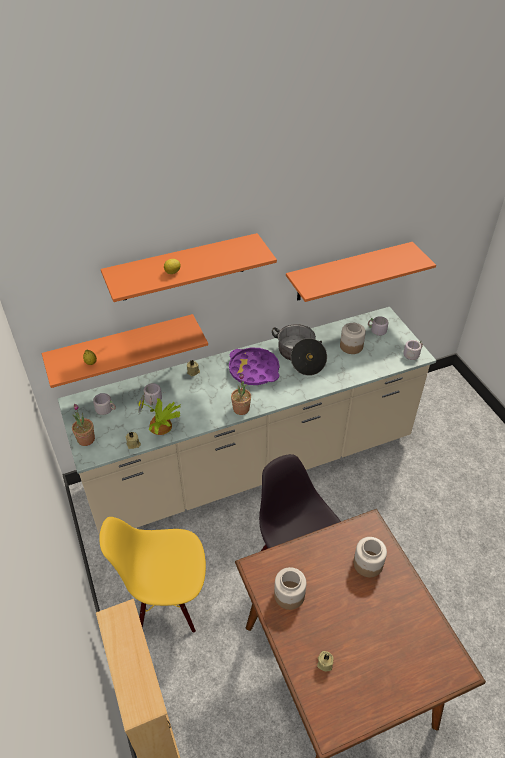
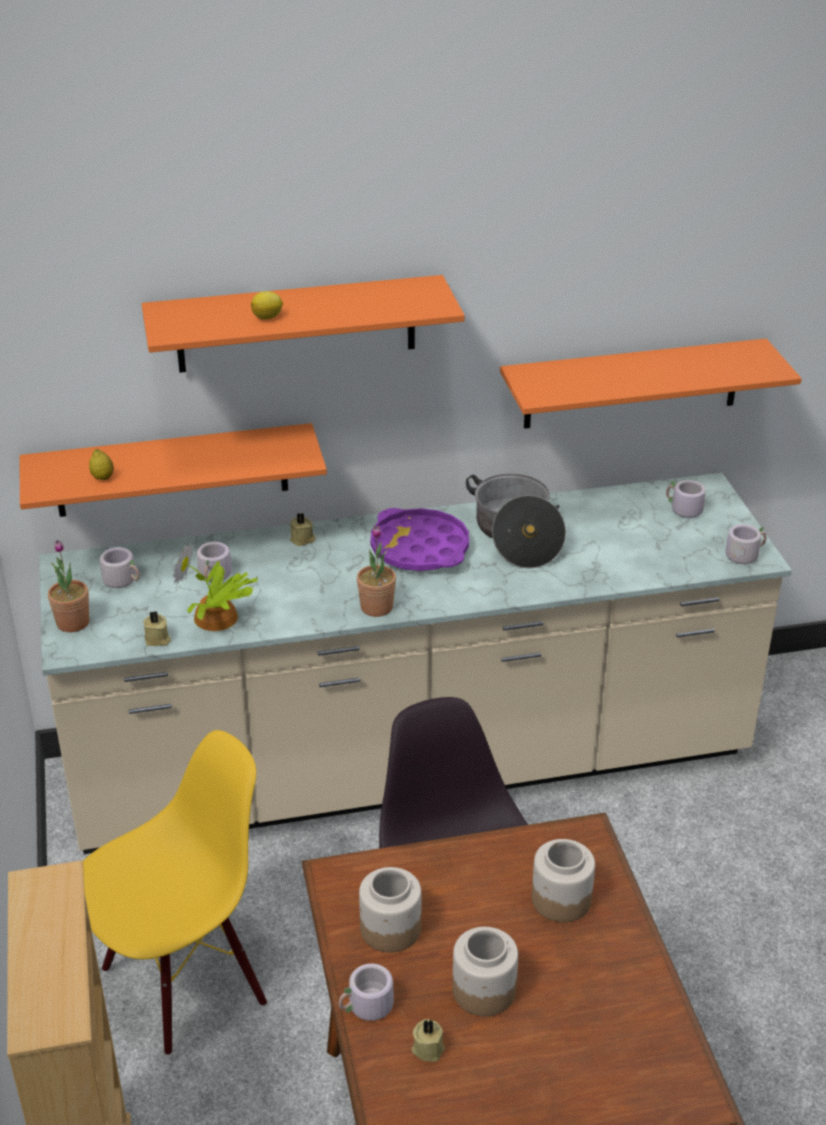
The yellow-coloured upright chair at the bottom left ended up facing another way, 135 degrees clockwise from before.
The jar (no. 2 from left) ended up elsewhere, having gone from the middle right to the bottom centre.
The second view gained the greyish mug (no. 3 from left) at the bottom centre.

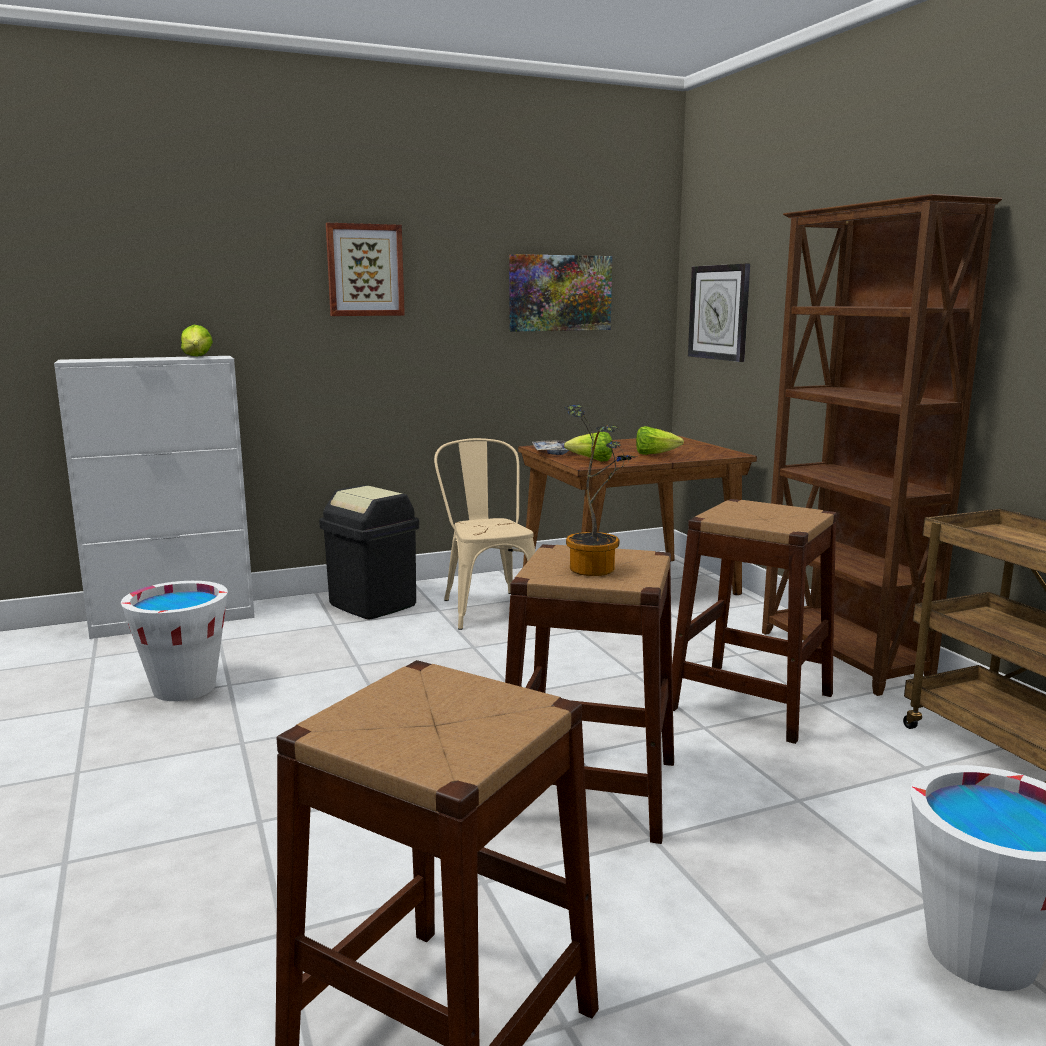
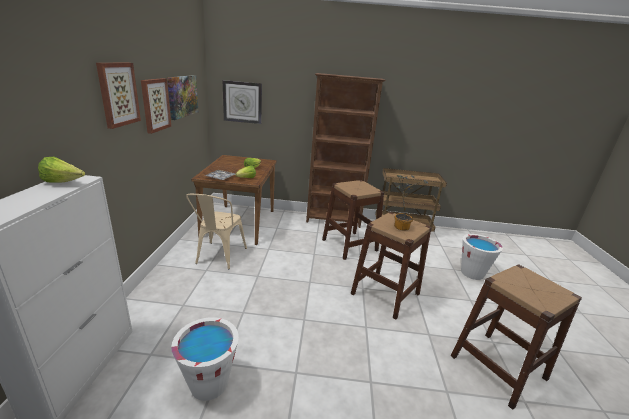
The second view lost the blackish trash can at the centre.
The beige upright chair at the centre ended up facing another way, 90 degrees counterclockwise from before.
The second view gained the wall picture (no. 2 from left) at the top left.

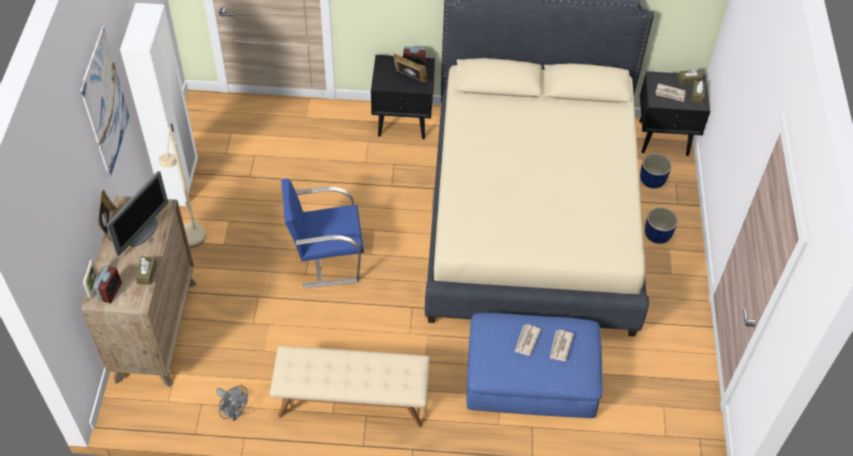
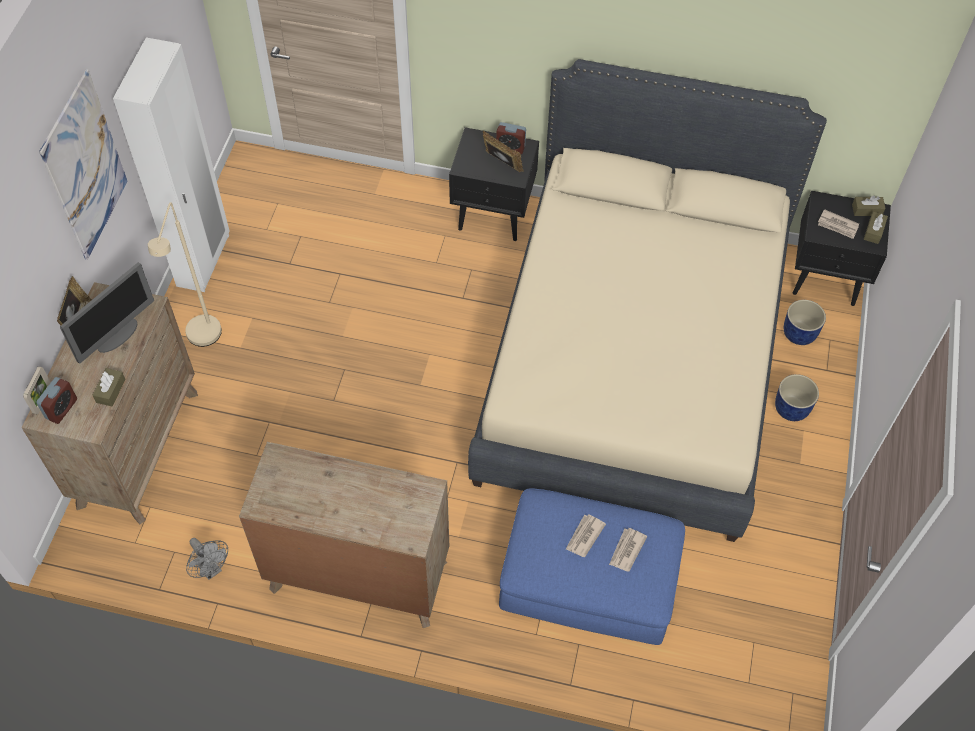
Where the beige long seat stood at the bottom centre, the brown-coloured chest of drawers (no. 2 from left) came to stand at the bottom centre.
The second view lost the blue-coloured upright chair at the centre.

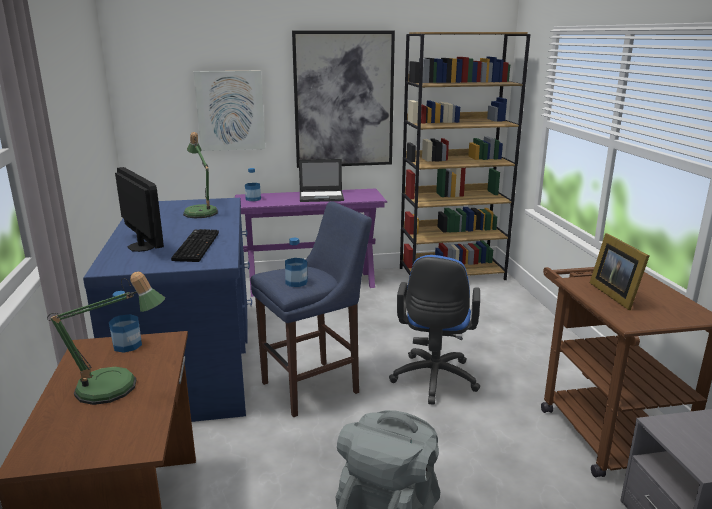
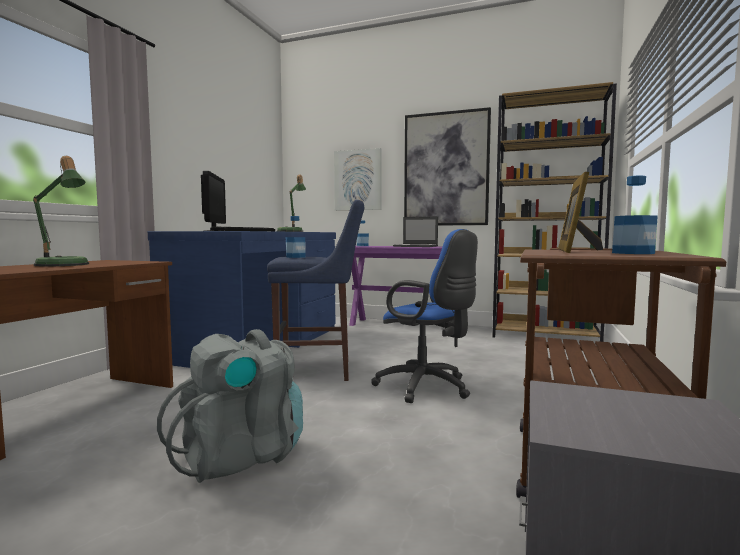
The drink bottle (no. 1 from left in the first image) ended up elsewhere, having gone from the middle left to the middle right.
The blue-coloured desk chair at the centre ended up facing another way, 90 degrees counterclockwise from before.

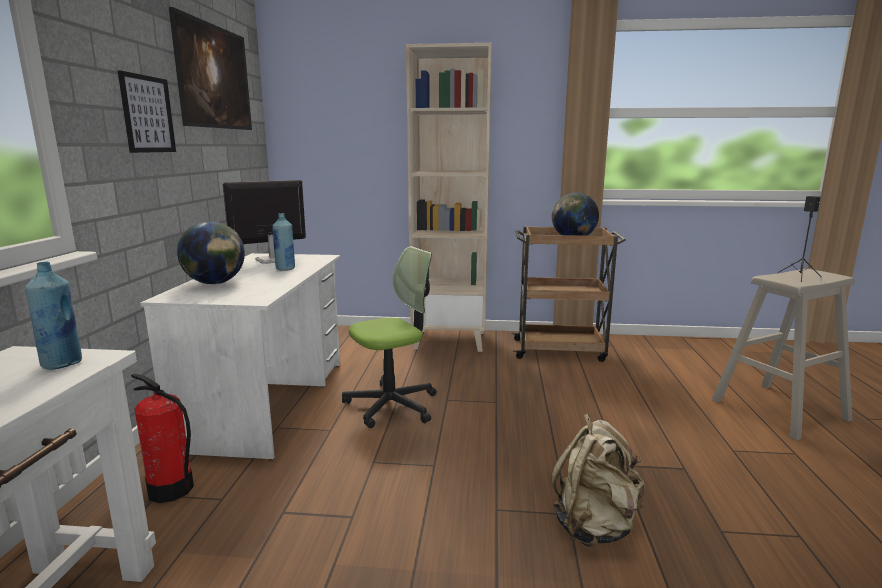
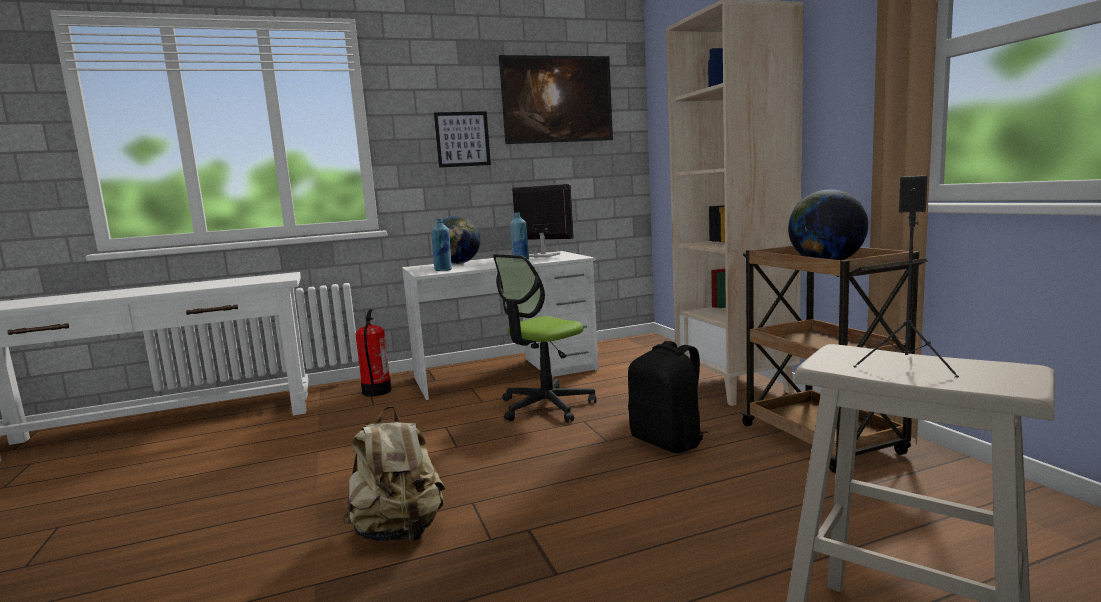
The blue-coloured drink bottle (no. 1 from left) ended up elsewhere, having gone from the middle left to the centre.
The desk chair at the centre ended up facing another way, 105 degrees clockwise from before.
The second view gained the blackish knapsack at the centre.

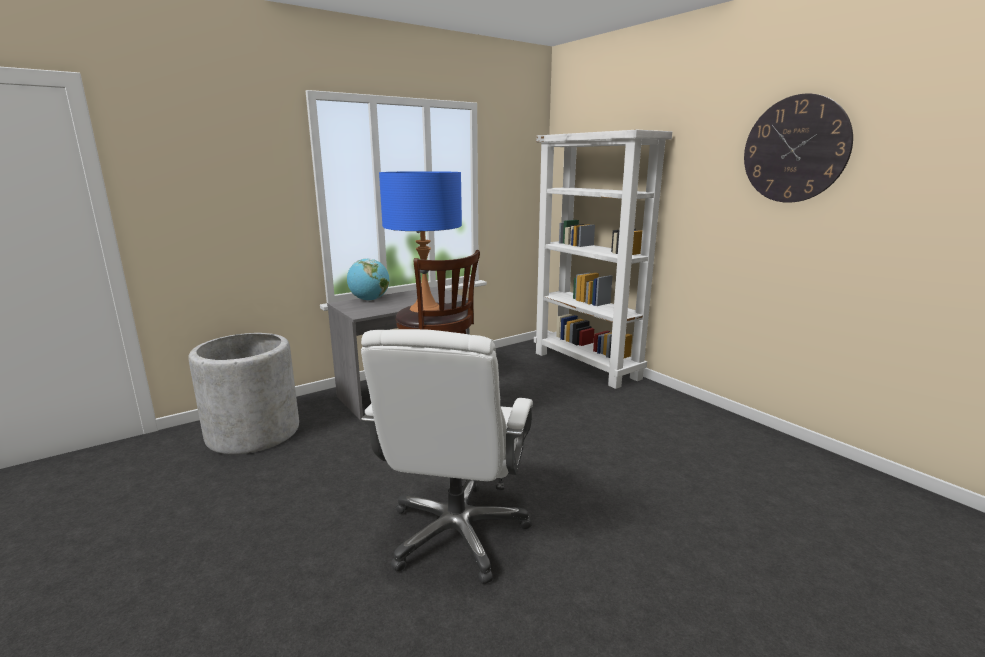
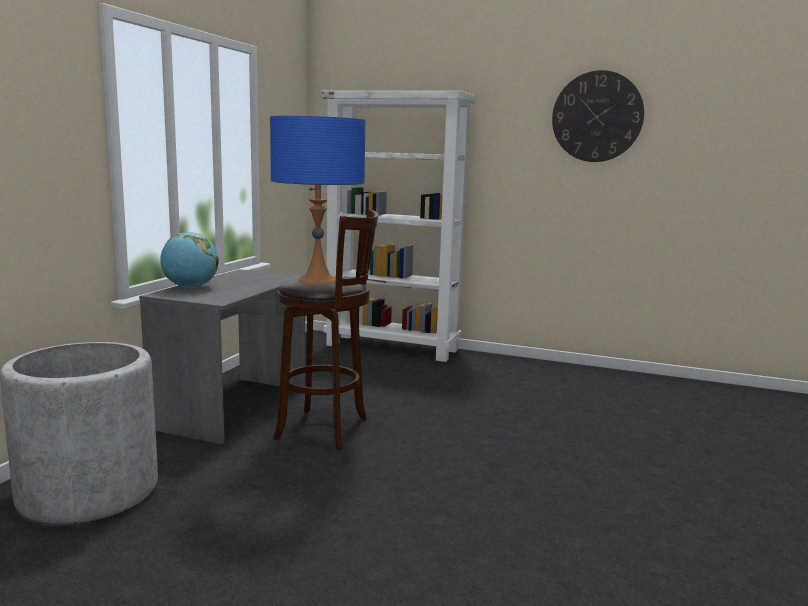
The second view lost the white-coloured desk chair at the bottom centre.

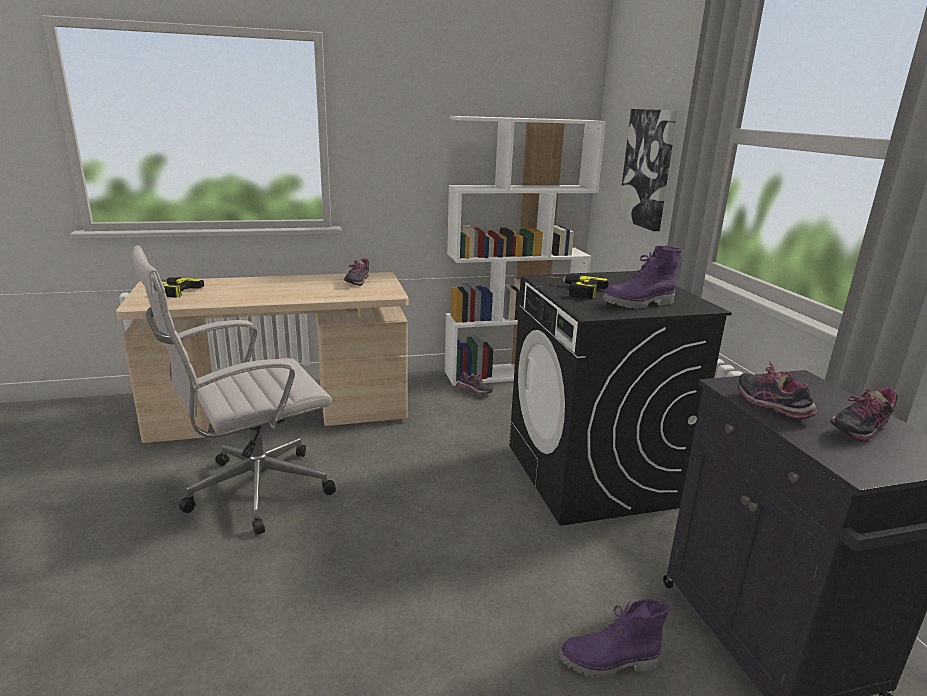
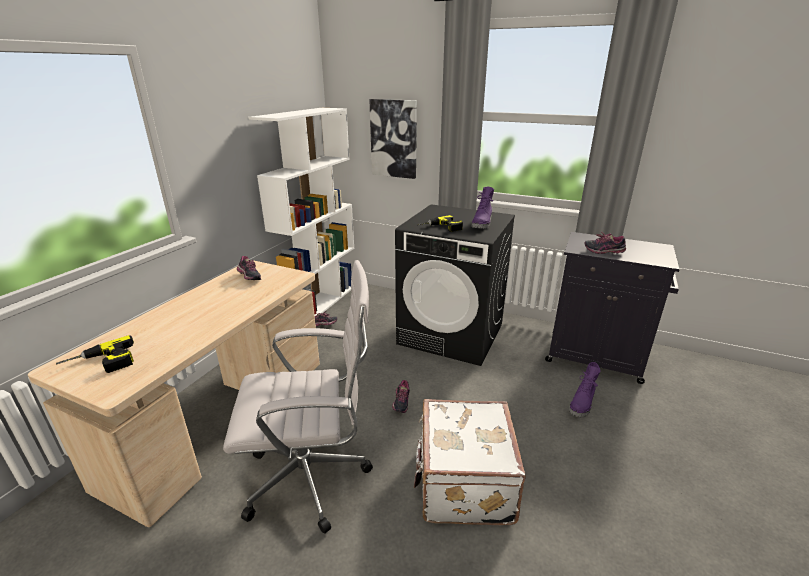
The white-coloured desk chair at the middle left ended up facing another way, 105 degrees counterclockwise from before.
The shoe (no. 4 from left in the first image) ended up elsewhere, having gone from the middle right to the bottom centre.
The second view gained the white-coloured travel case at the bottom centre.

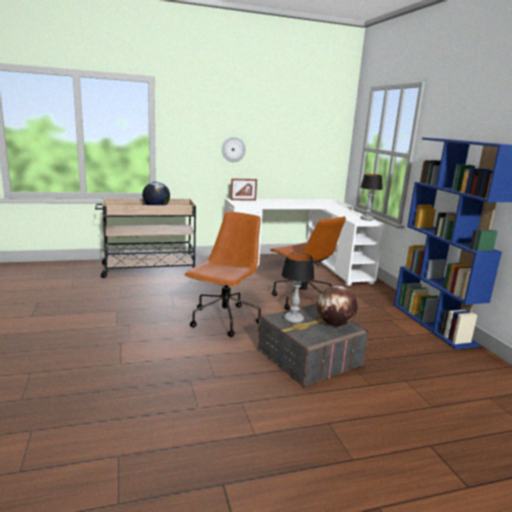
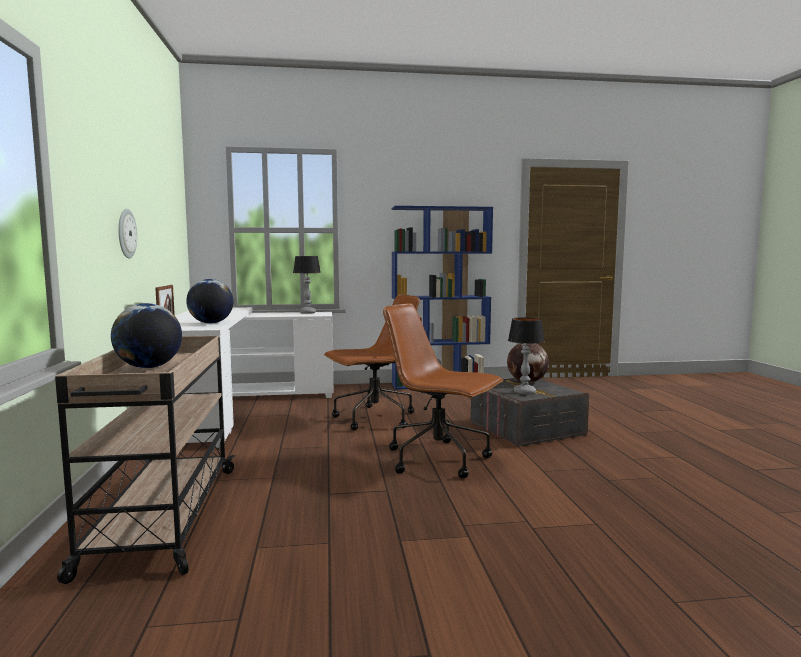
The second view gained the desk globe (no. 2 from left) at the middle left.

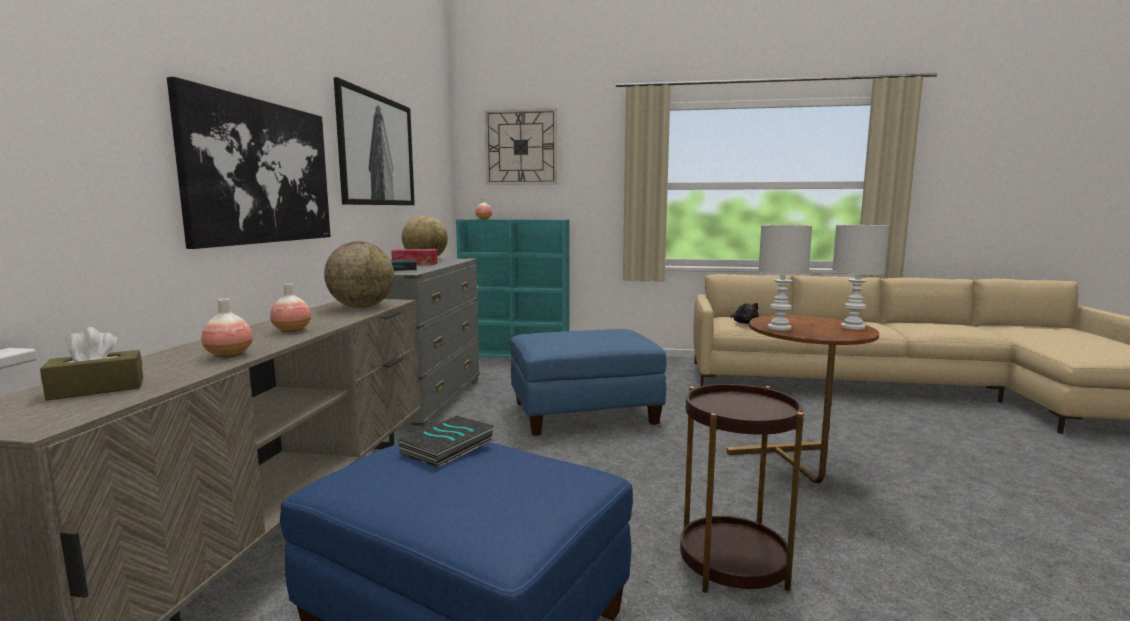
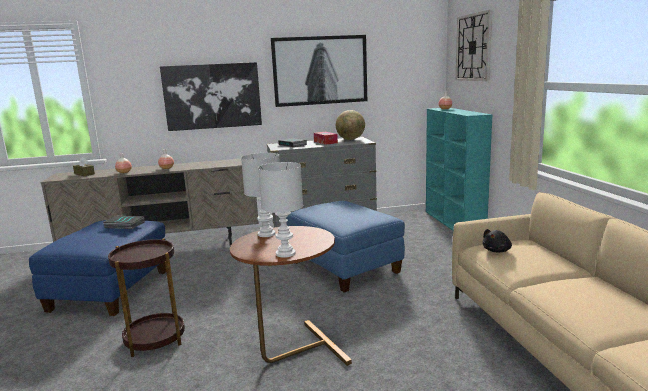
The second view lost the desk globe (no. 1 from left) at the middle left.

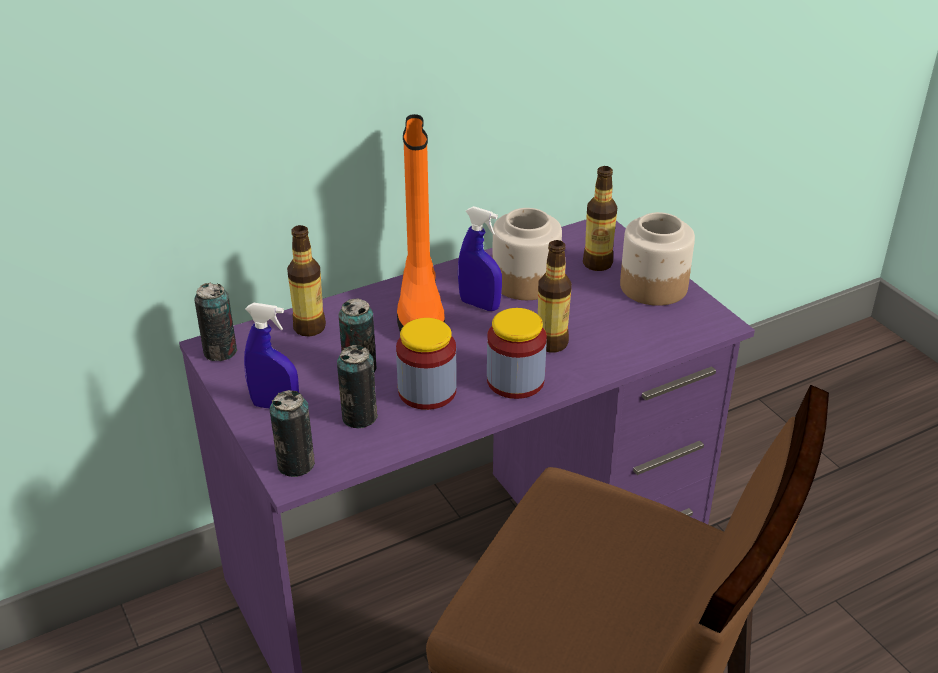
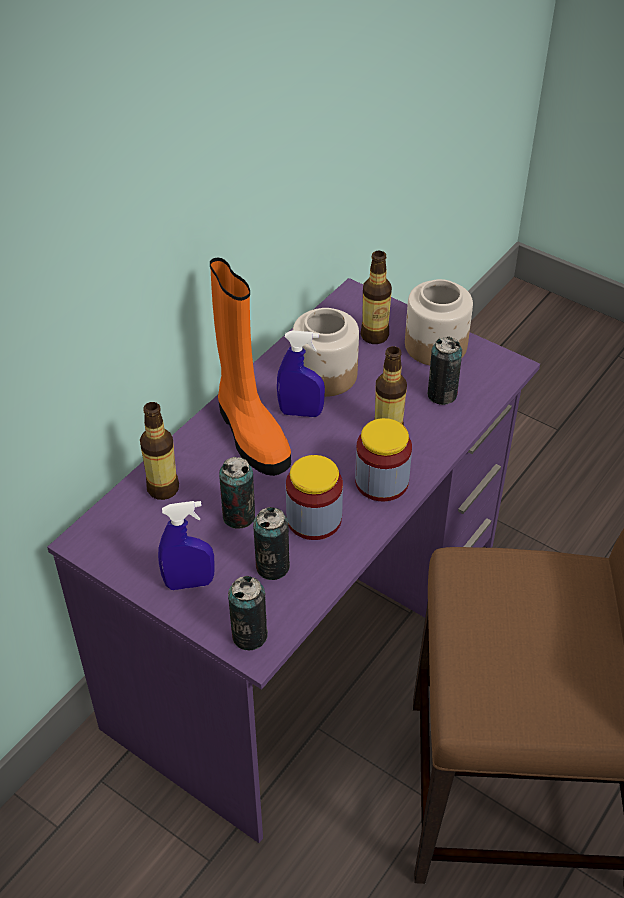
The sealed can (no. 1 from left in the first image) ended up elsewhere, having gone from the middle left to the middle right.

